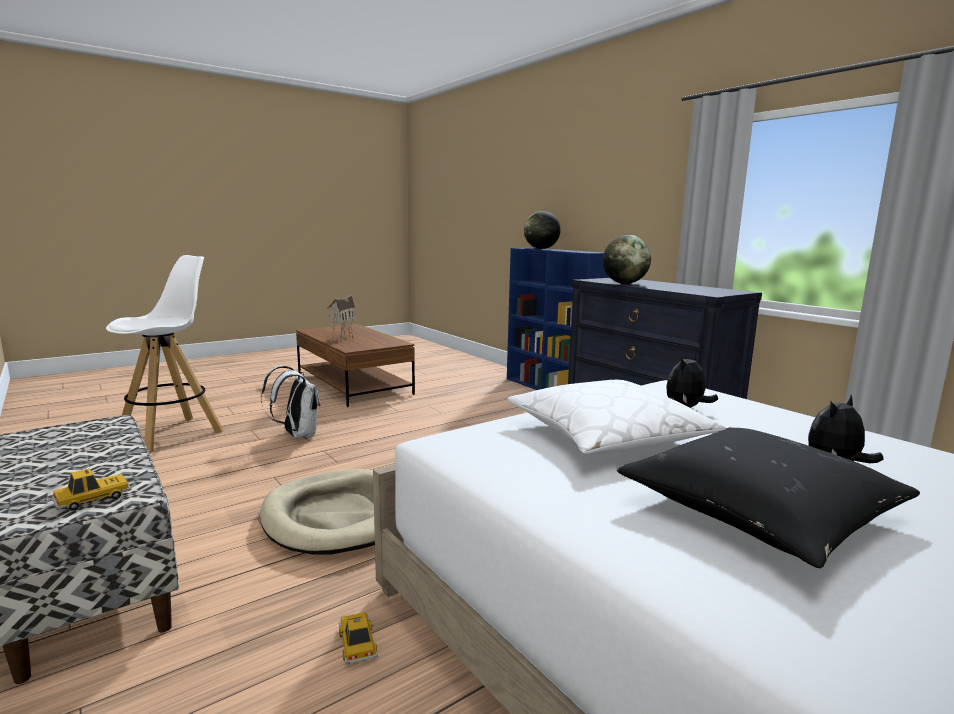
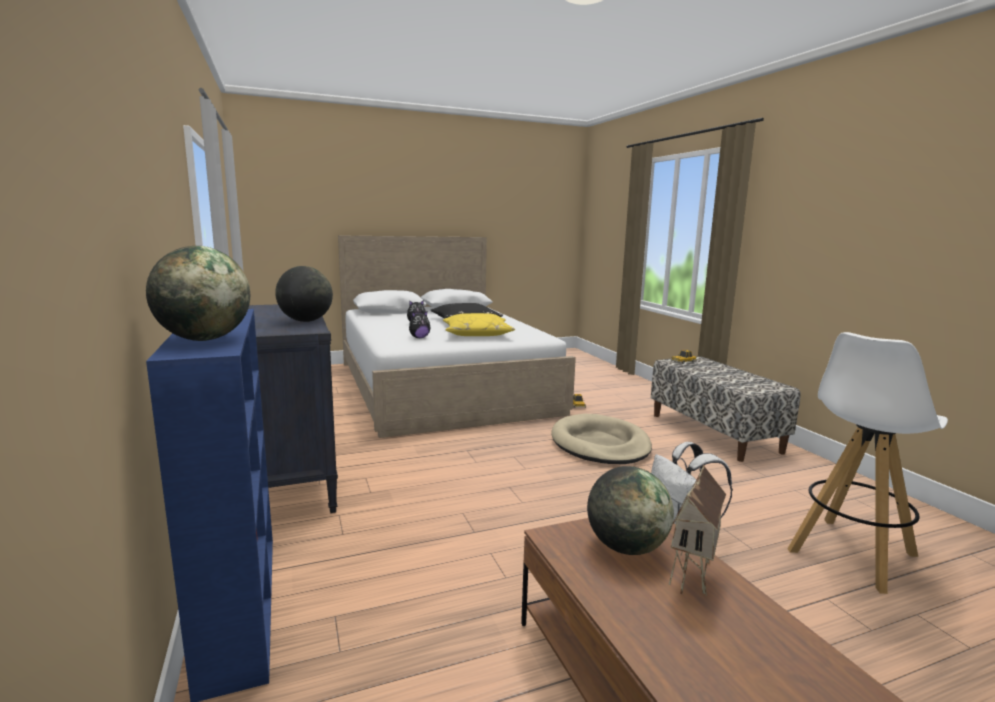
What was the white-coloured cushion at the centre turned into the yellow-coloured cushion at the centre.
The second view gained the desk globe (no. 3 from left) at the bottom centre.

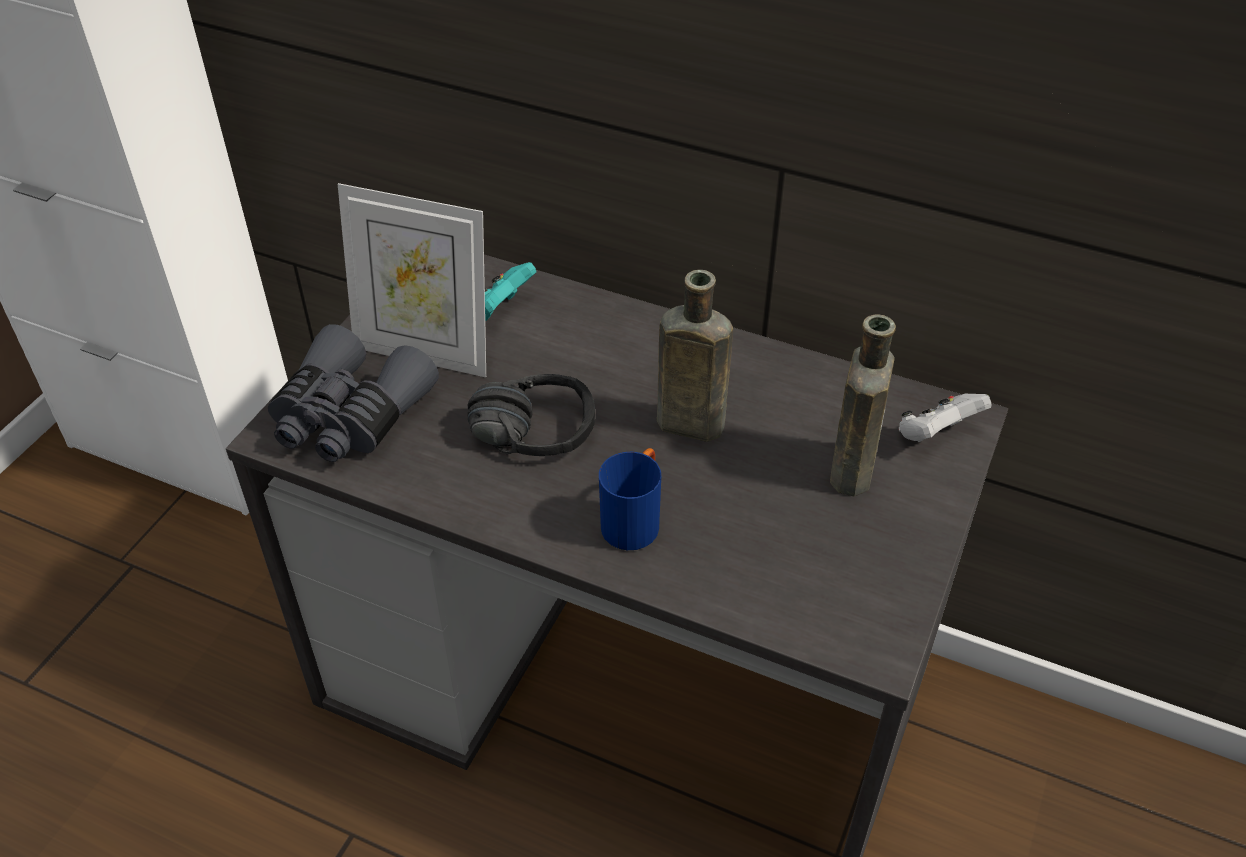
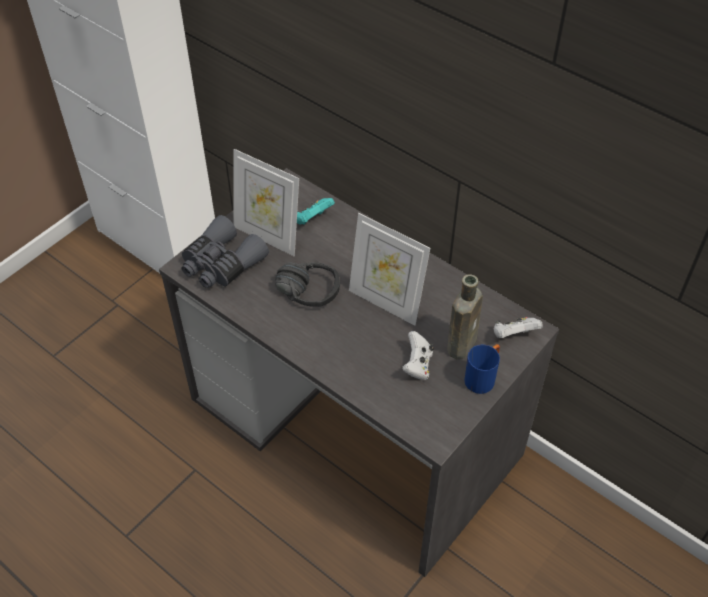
The blue-coloured mug ended up elsewhere, having gone from the centre to the middle right.
Where the brown-coloured drink bottle (no. 1 from left) stood at the centre, the picture frame (no. 2 from left) came to stand at the centre.
The second view gained the white-coloured game controller (no. 1 from left) at the centre.

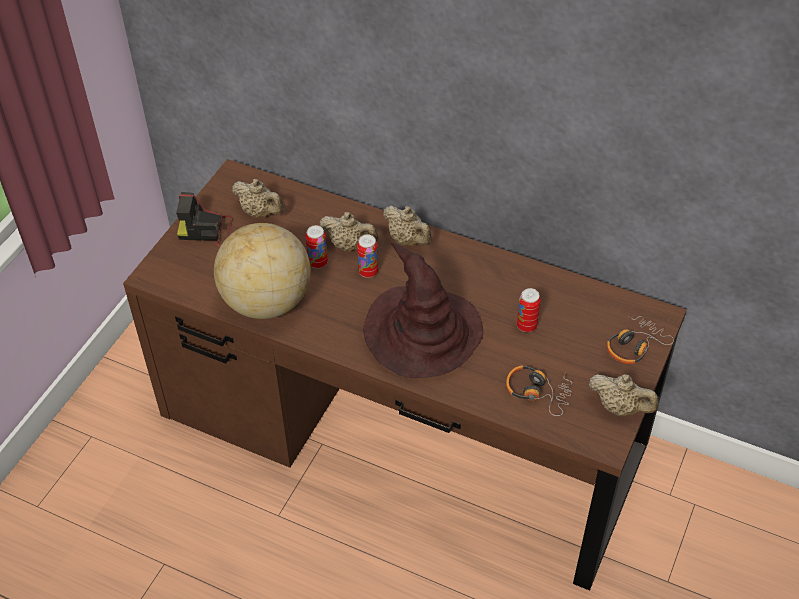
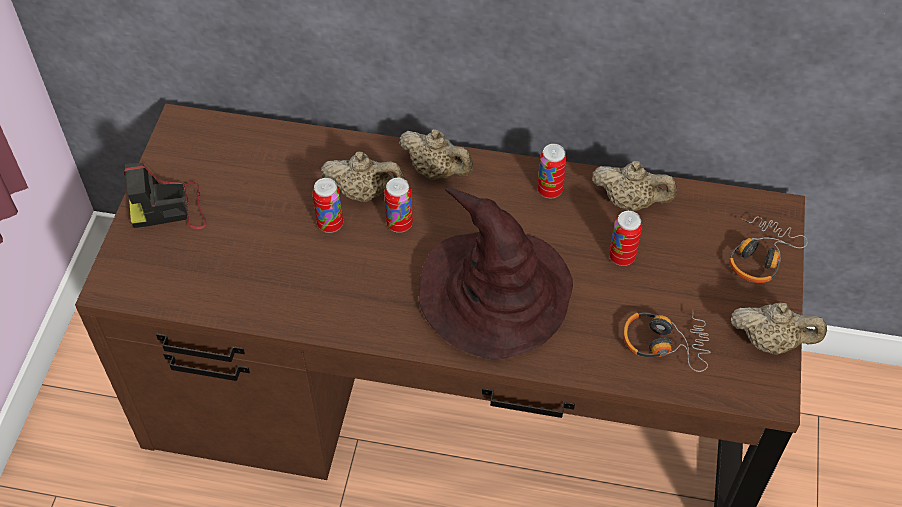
The second view lost the desk globe at the middle left.
The beige teapot (no. 1 from left in the first image) ended up elsewhere, having gone from the top left to the middle right.
The second view gained the sealed can (no. 3 from left) at the centre.

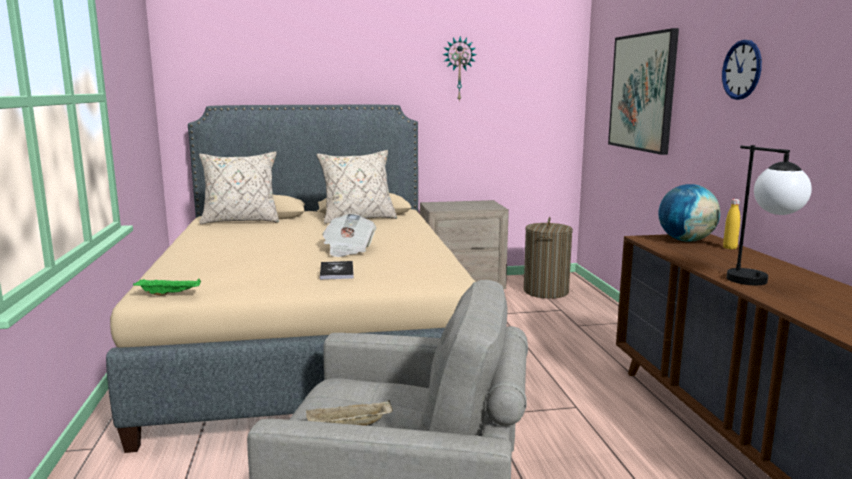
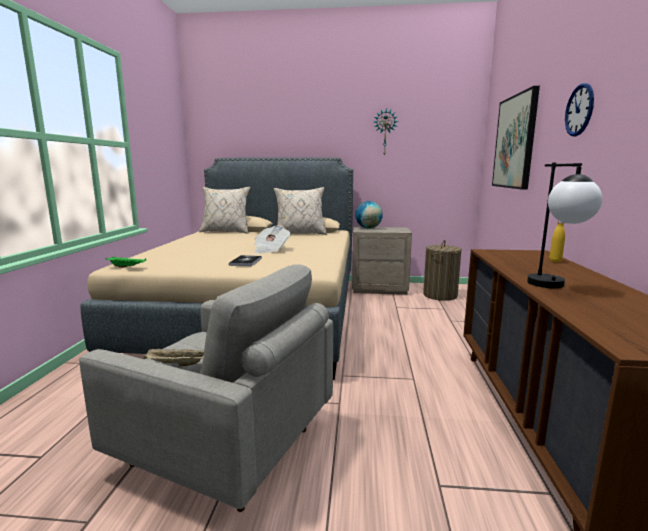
The desk globe ended up elsewhere, having gone from the middle right to the centre.

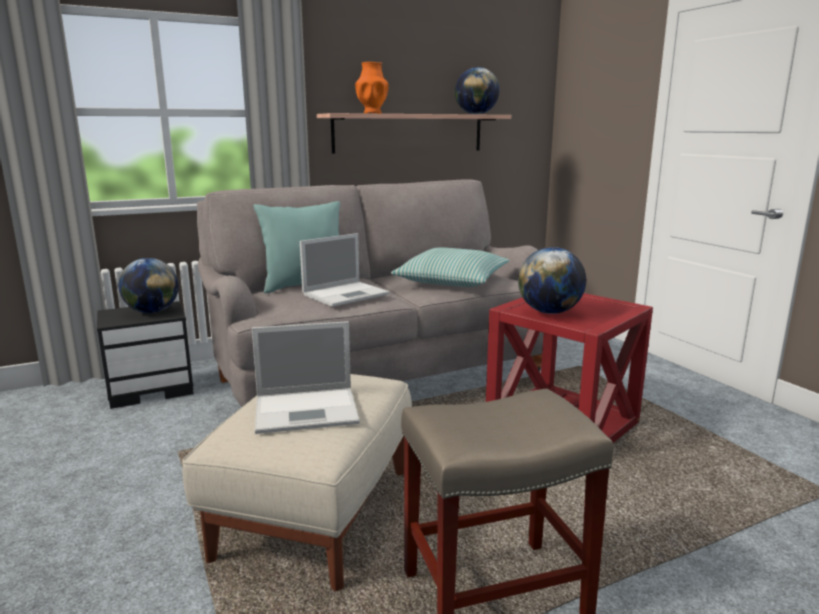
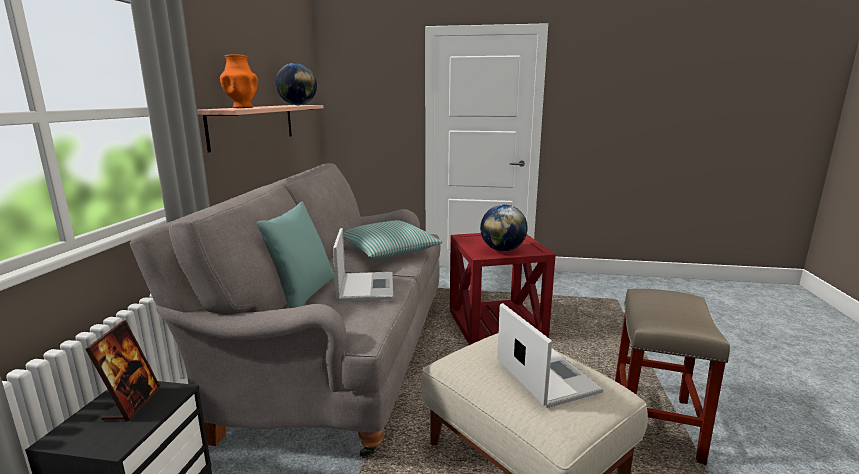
Where the desk globe (no. 1 from left) stood at the middle left, the picture frame came to stand at the bottom left.
The portable computer (no. 1 from left in the first image) at the centre ended up facing another way, 45 degrees counterclockwise from before.

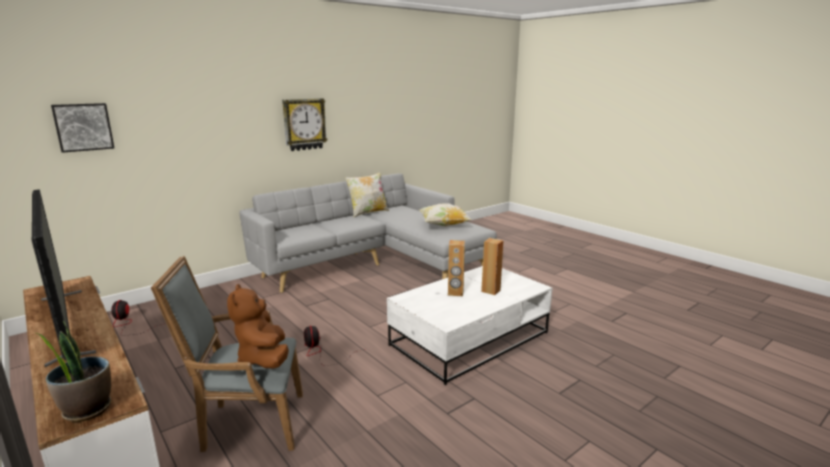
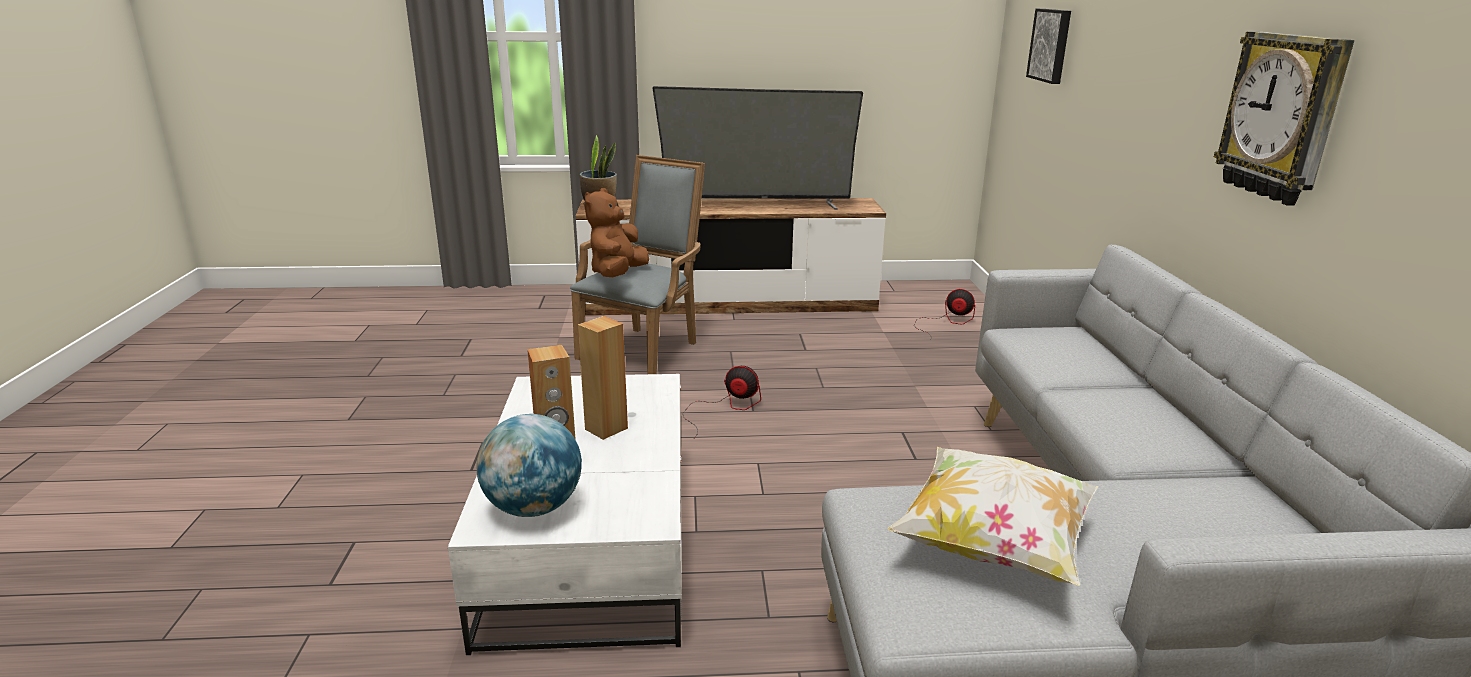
The brown-coloured cuddly toy at the bottom left ended up facing another way, 90 degrees counterclockwise from before.
The second view lost the cushion (no. 1 from left) at the centre.
The second view gained the desk globe at the bottom centre.

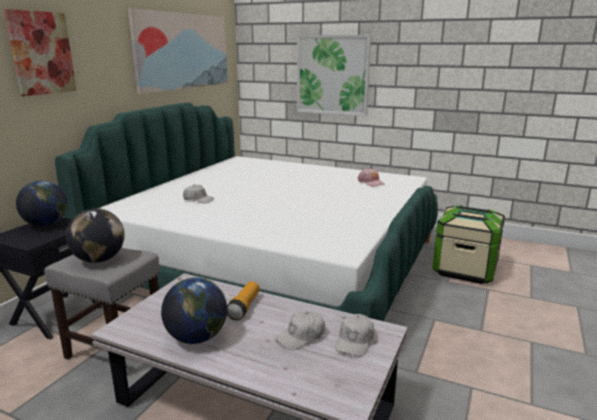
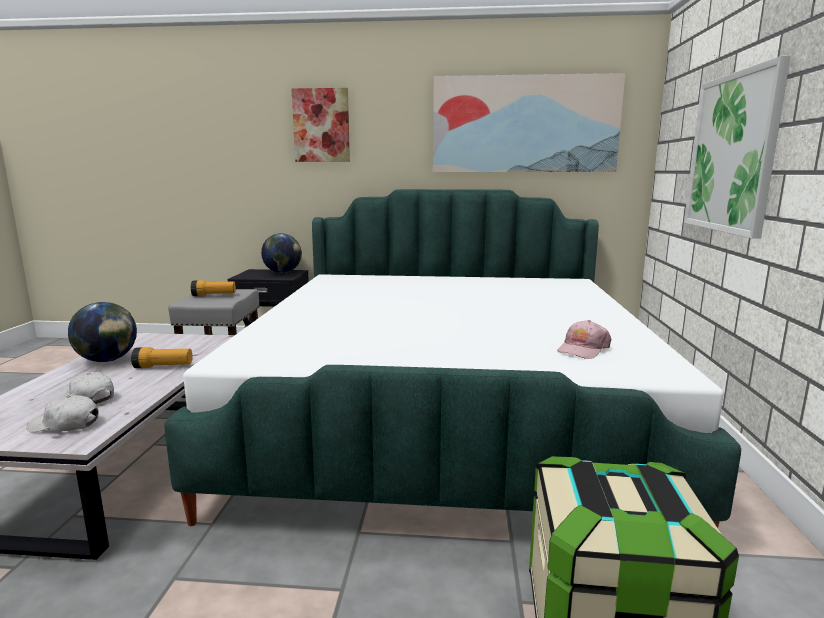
Where the desk globe (no. 2 from left) stood at the middle left, the flashlight (no. 2 from left) came to stand at the middle left.
The second view lost the white-coloured baseball cap (no. 1 from left) at the centre.

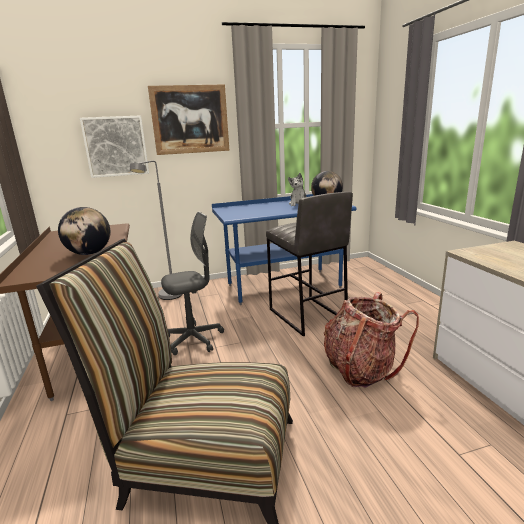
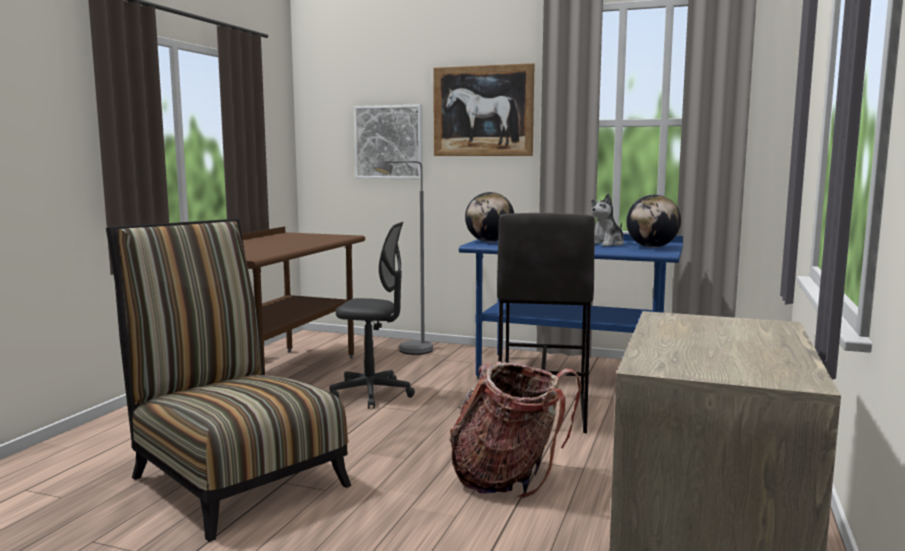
The desk globe (no. 1 from left) ended up elsewhere, having gone from the middle left to the centre.

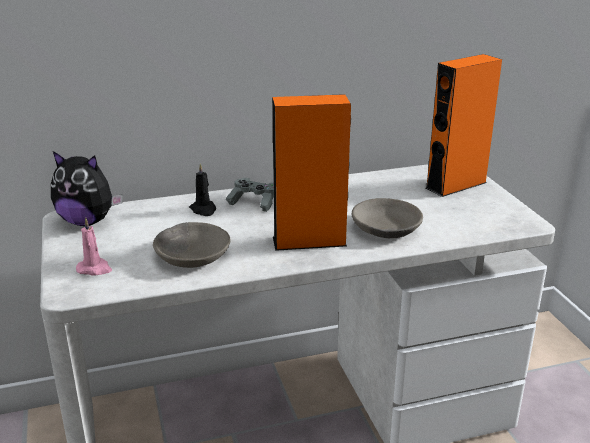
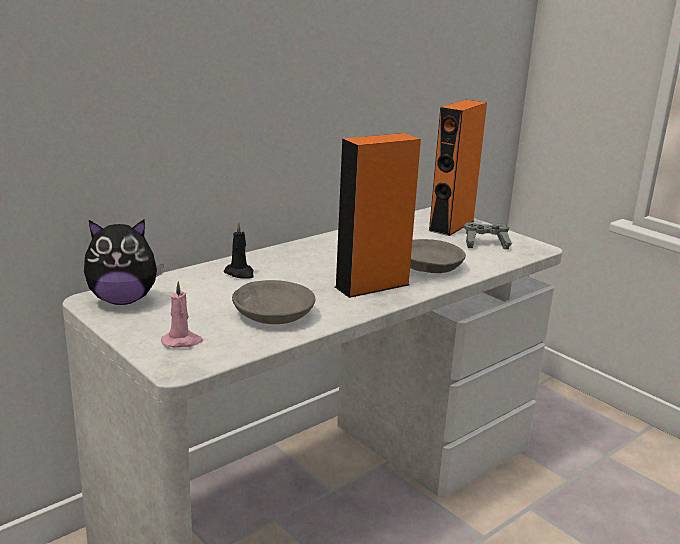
The greyish game controller ended up elsewhere, having gone from the centre to the middle right.

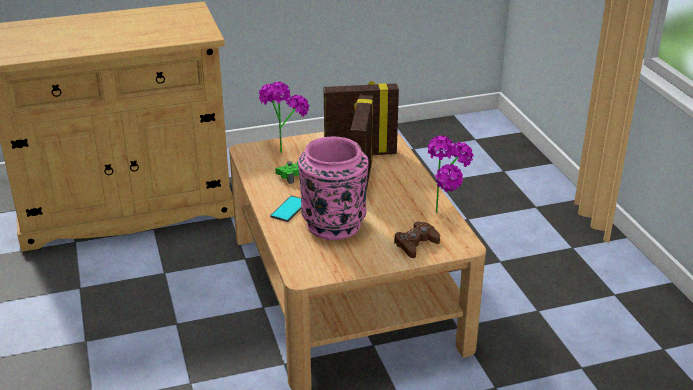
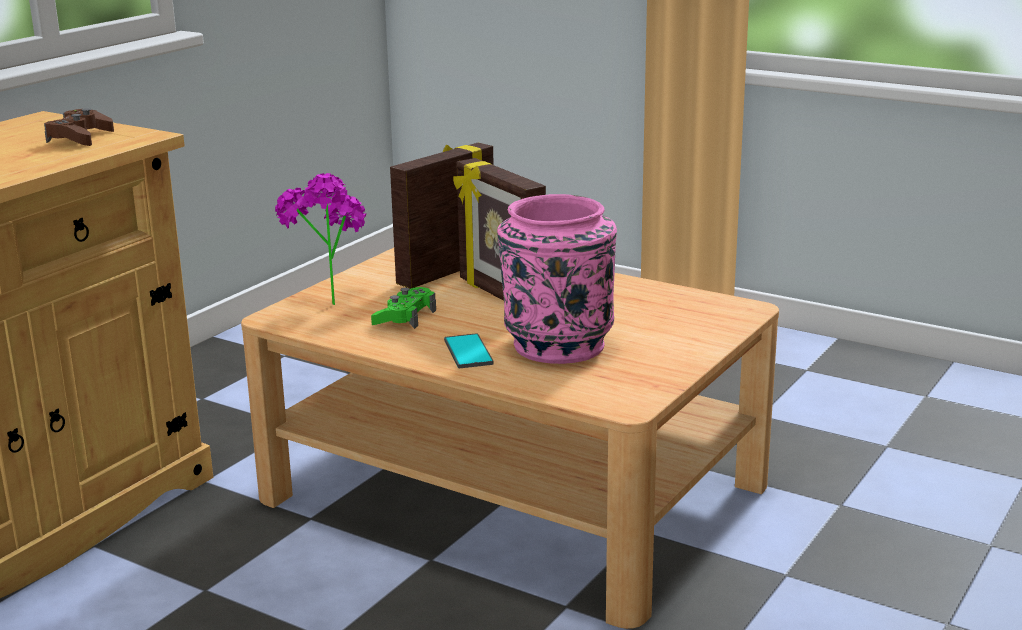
The brown-coloured game controller ended up elsewhere, having gone from the centre to the top left.
The second view lost the plant in a pot (no. 2 from left) at the centre.

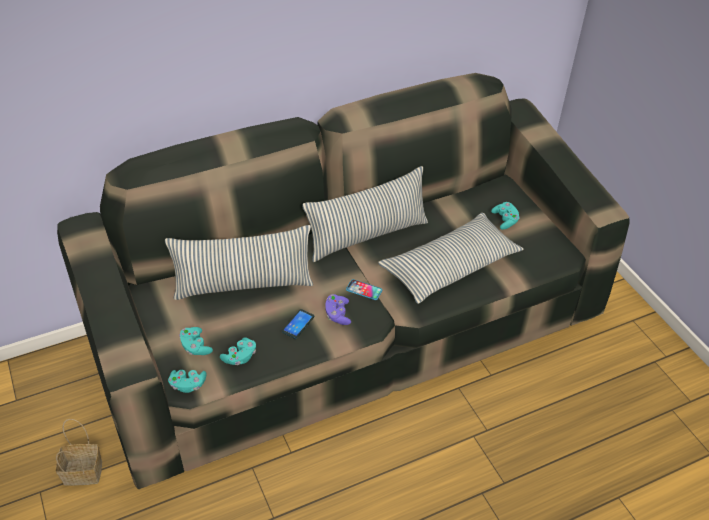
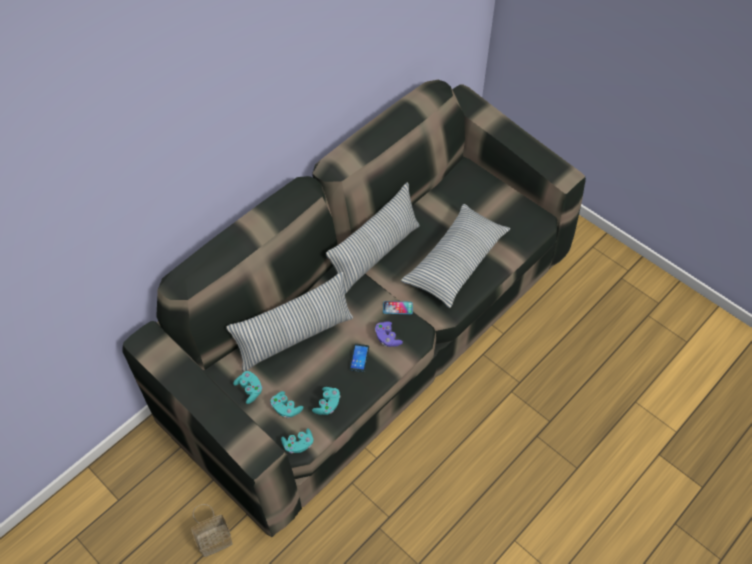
The turquoise-coloured game controller (no. 4 from left in the first image) ended up elsewhere, having gone from the middle right to the bottom left.

